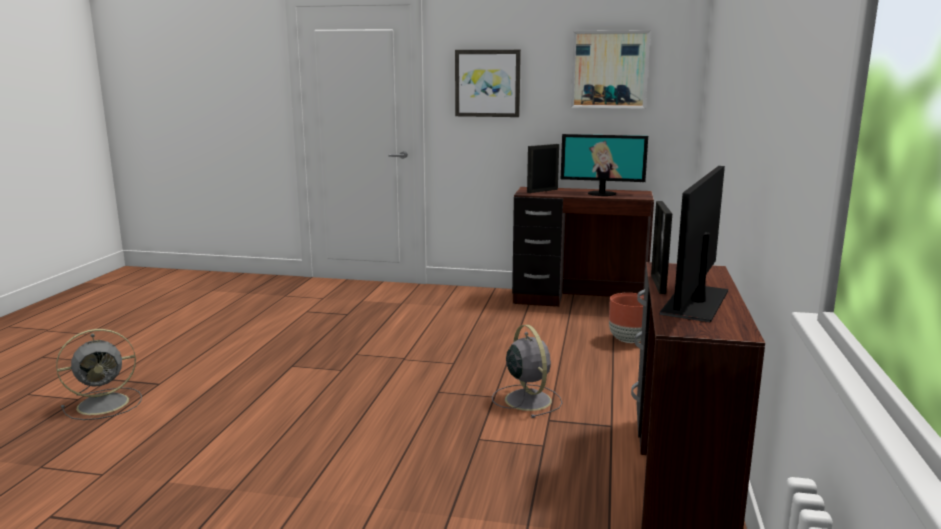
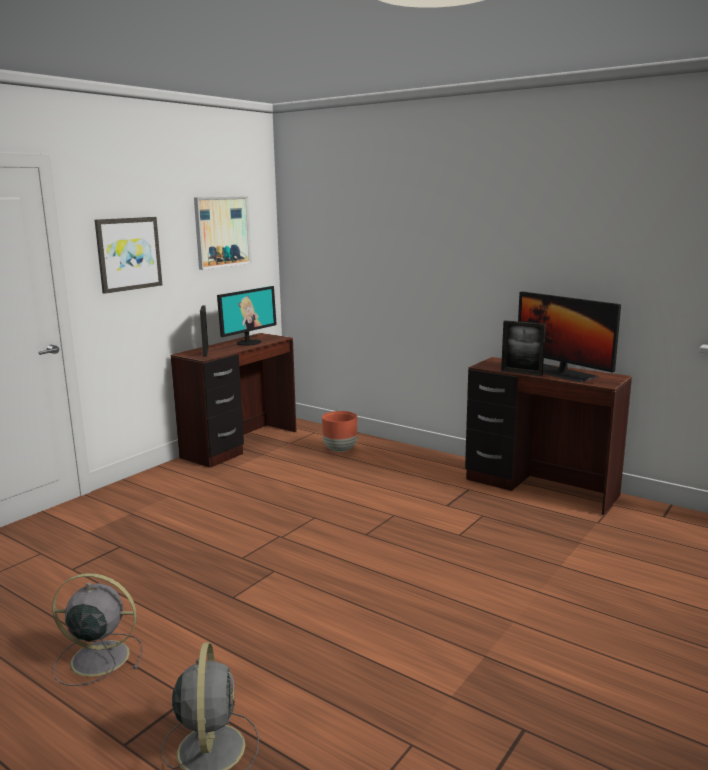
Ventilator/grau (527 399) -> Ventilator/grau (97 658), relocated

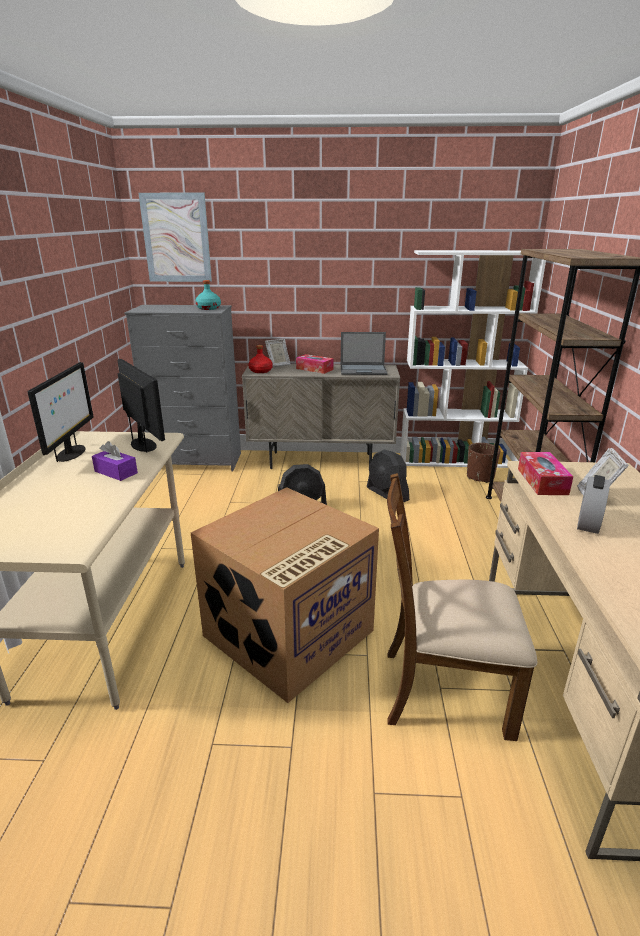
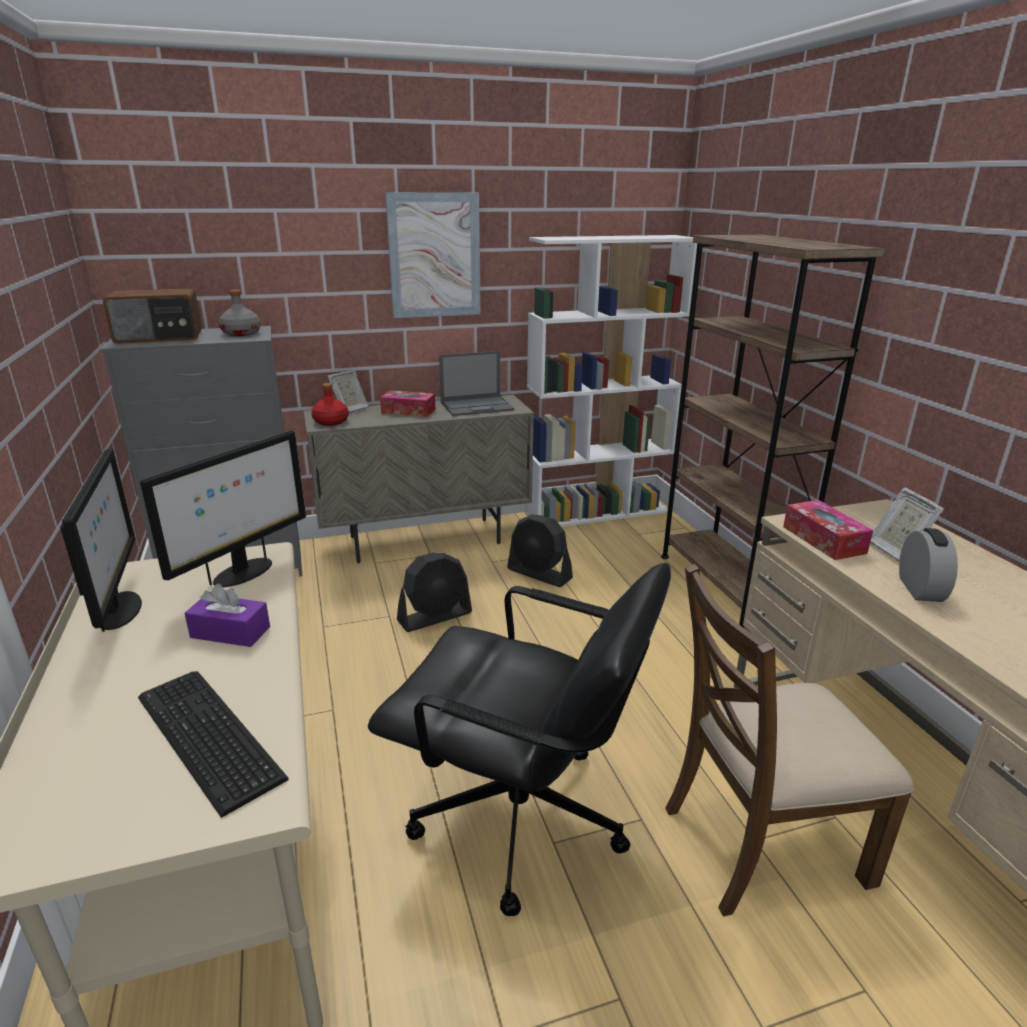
Bild (176 238) -> Bild (434 256), relocated
Flasche/türkis (209 308) -> Flasche/grau (242 333)
Monitor (144 445) -> Monitor (242 573), 90 degrees clockwise
Pflanzkübel/braun (480 477) -> none
Karton (288 635) -> Bürostuhl/schwarz (521 819)
none -> Radio (159 337)
none -> Tastatur (205 739)

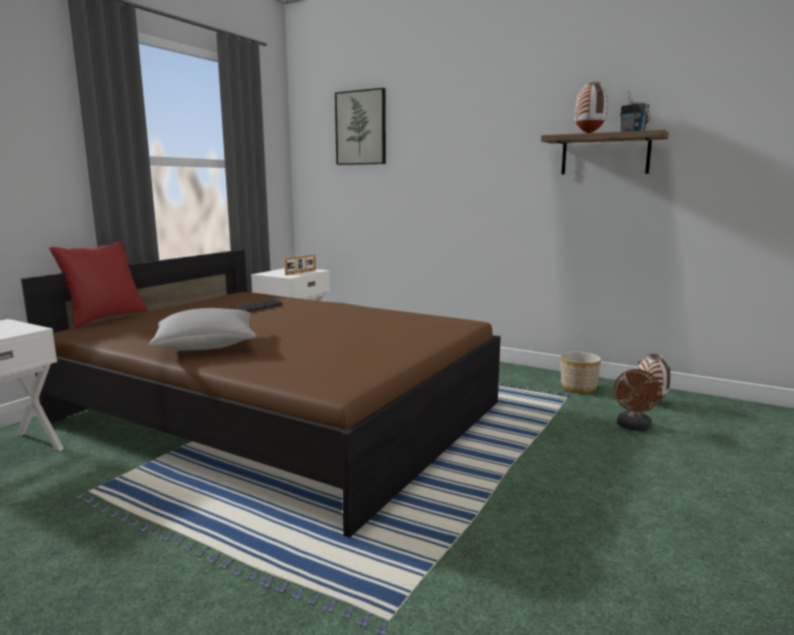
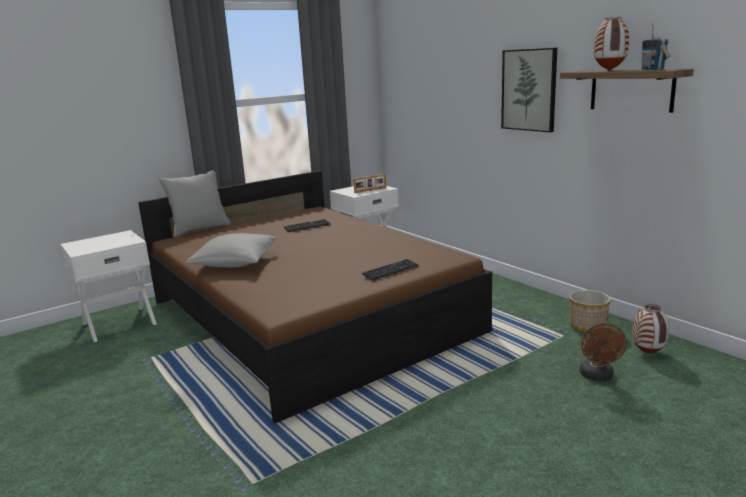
Bild (361 128) -> Bild (529 90), relocated
Kissen/rot (105 318) -> Kissen/grau (199 229)
Ventilator/braun (633 427) -> Ventilator/braun (598 376), 45 degrees counterclockwise
none -> Tastatur (390 271)

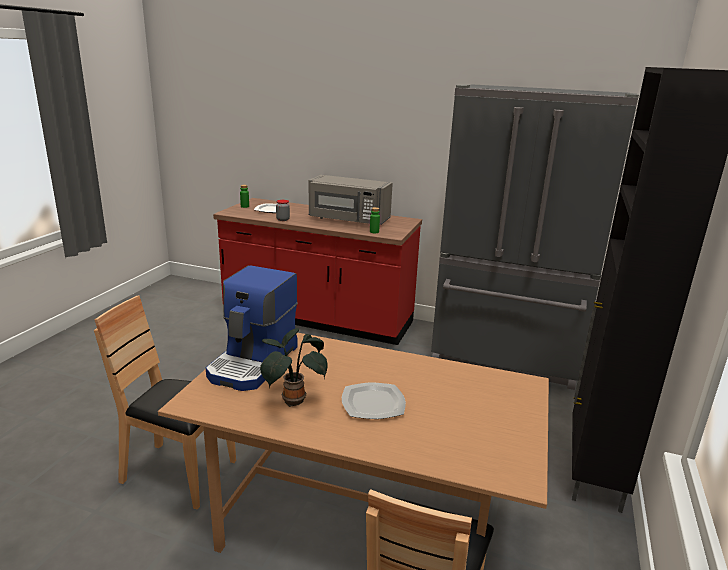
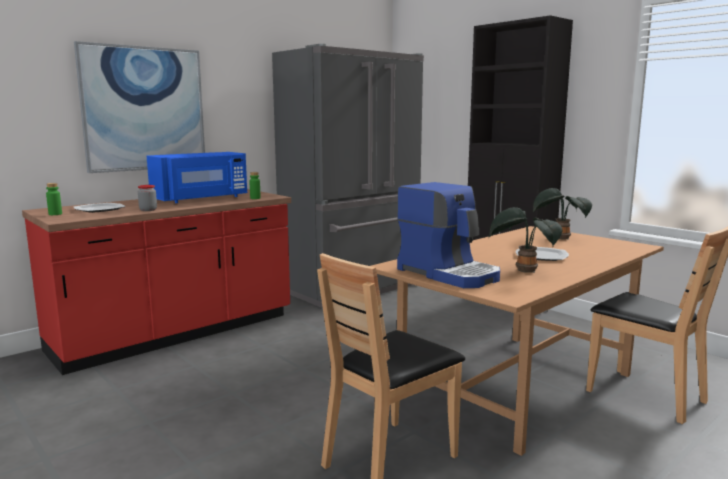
Mikrowelle/grau (348 220) -> Mikrowelle/blau (202 199)
none -> Bild (144 109)
none -> Topfpflanze (559 238)

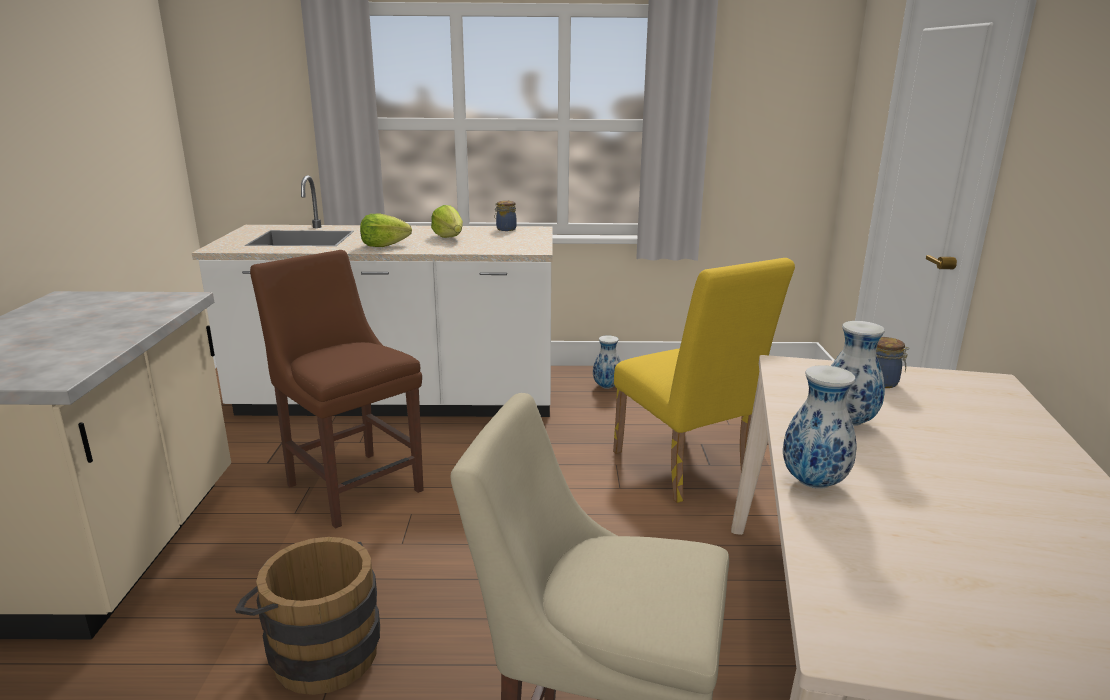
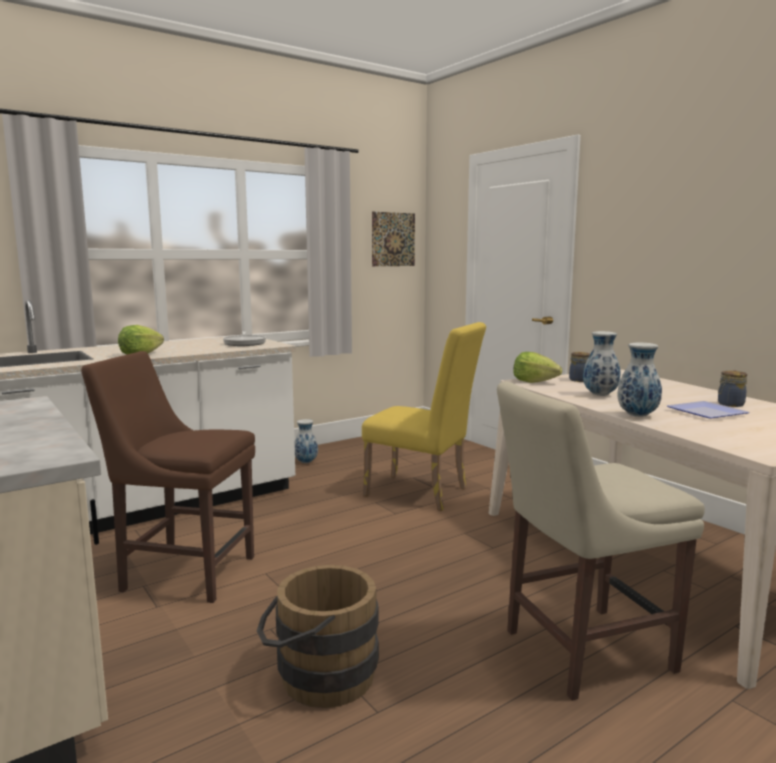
Vorratsglas (505 229) -> Vorratsglas (729 404), relocated
Salatkopf (449 237) -> Salatkopf (534 381), relocated
none -> Bild (393 239)
none -> Pfanne (245 343)
none -> Teller (703 412)

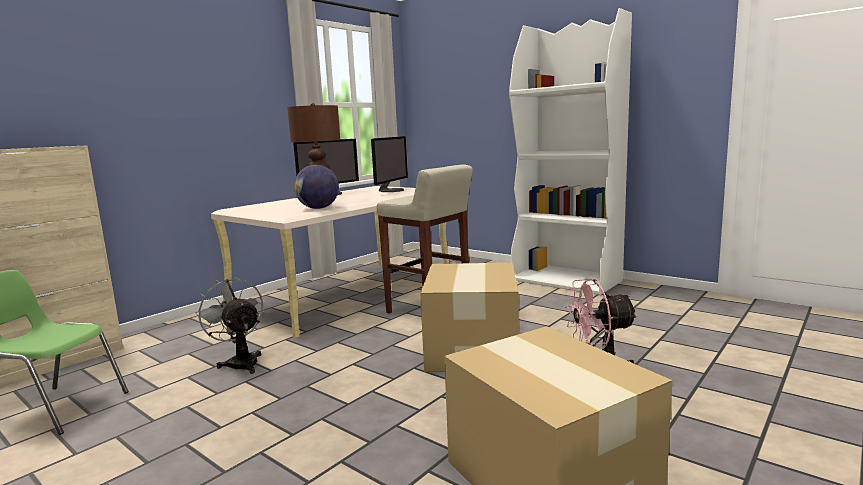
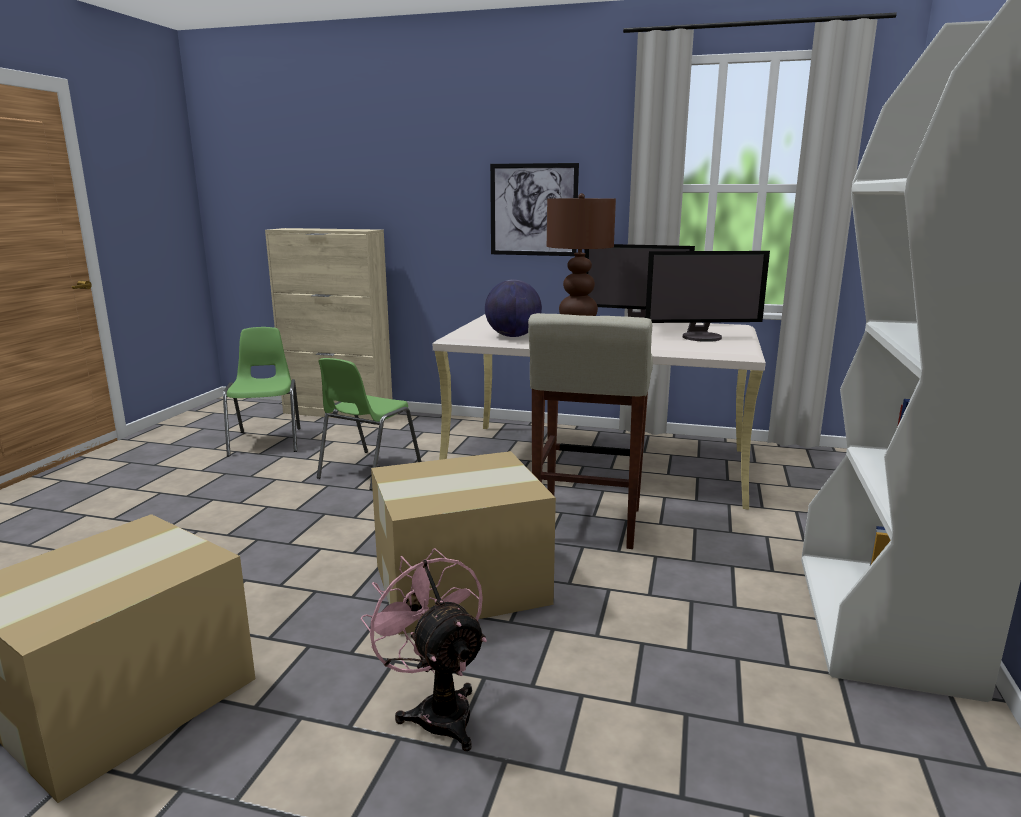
Ventilator/grau (240 362) -> Stuhl/grün (368 470)
none -> Bild (533 210)

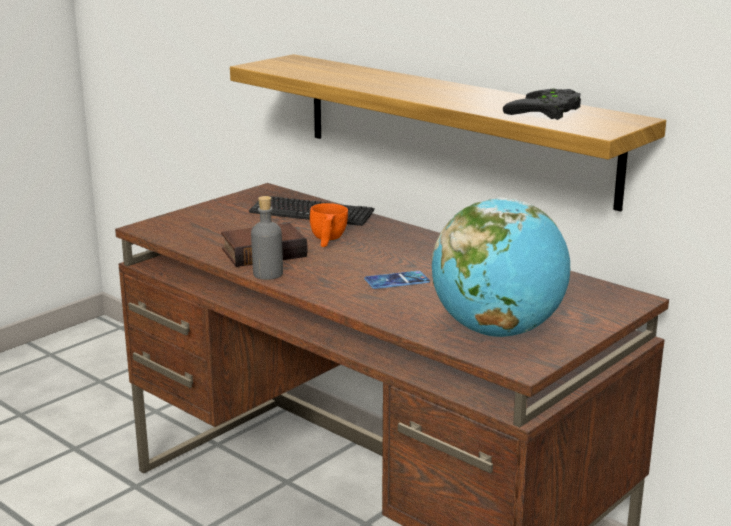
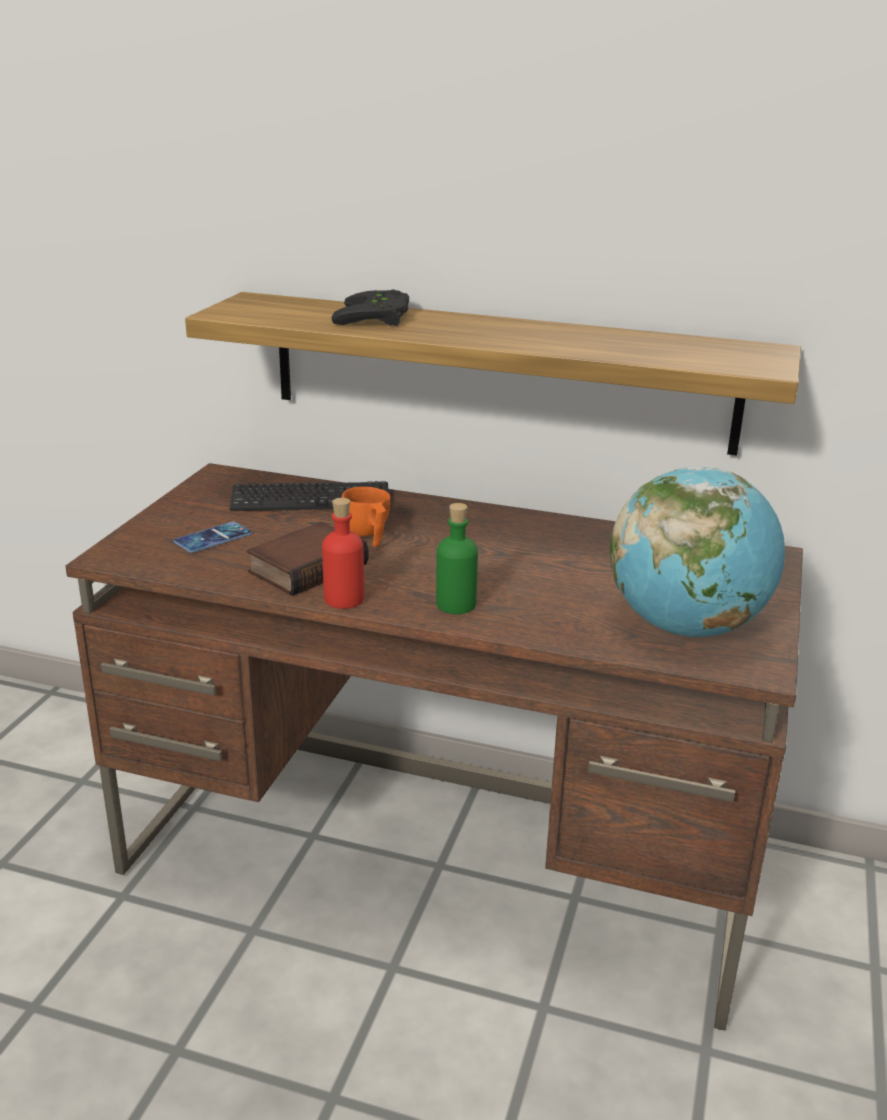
Gamepad/schwarz (548 111) -> Gamepad/schwarz (378 317), relocated
Flasche/grau (268 274) -> Flasche/rot (344 599)
Handy (397 280) -> Handy (213 538), relocated
none -> Flasche/grün (456 604)

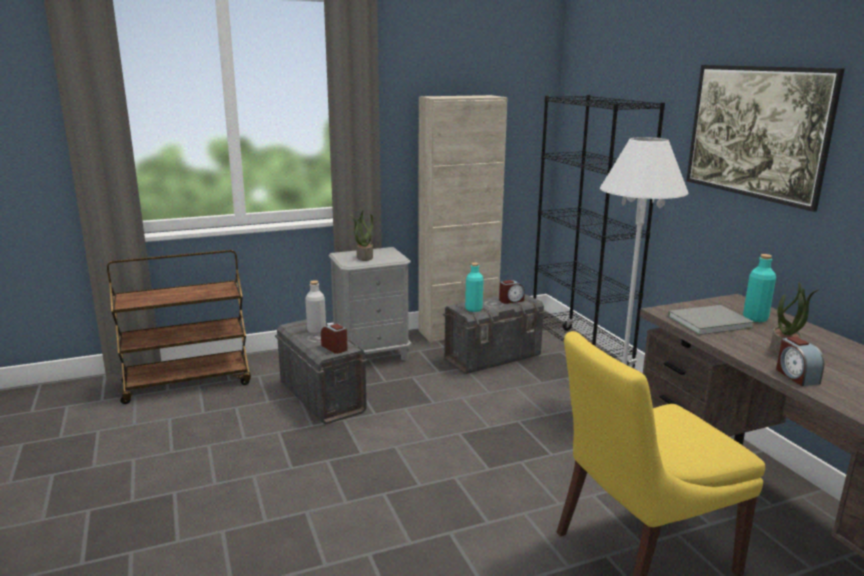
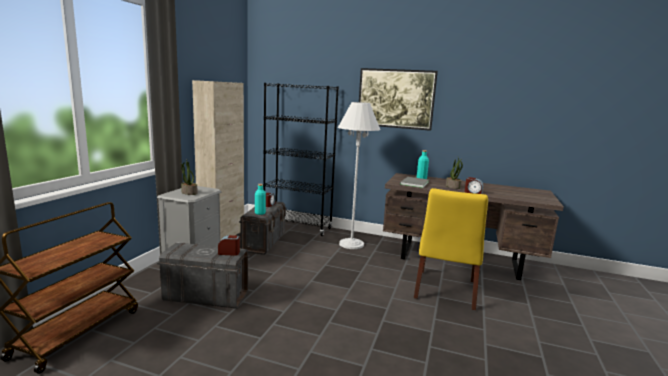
Flasche/grau (316 331) -> none

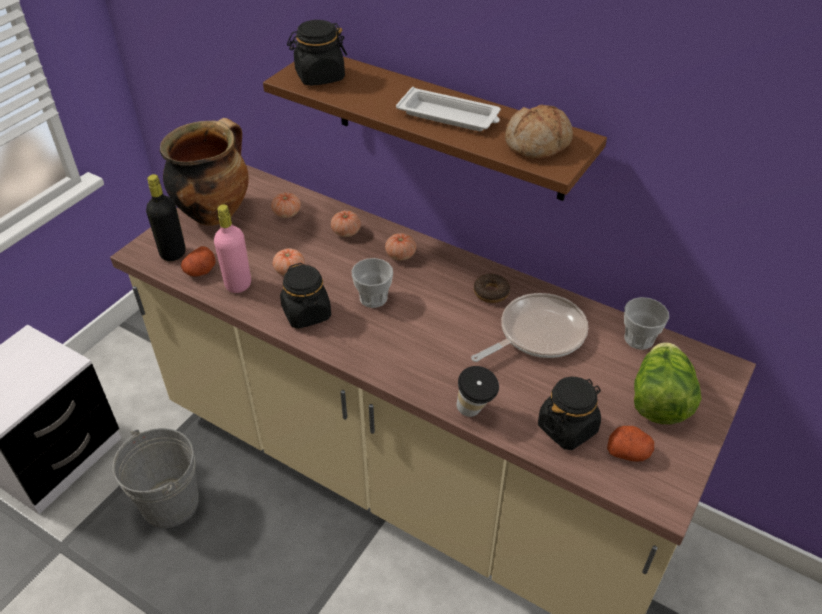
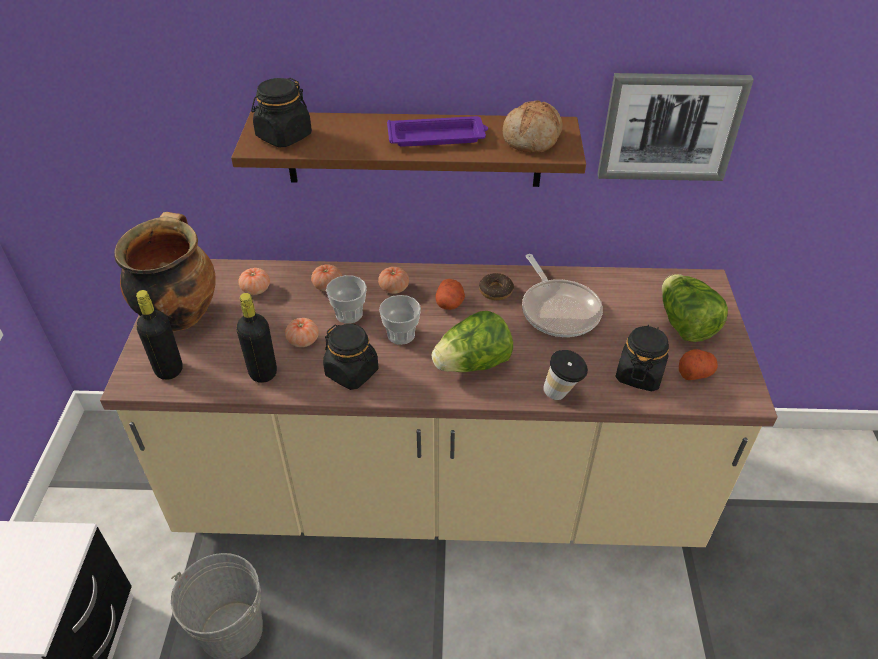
Tablett/weiß (450 116) -> Tablett/lila (438 137)
Flasche/rosa (238 284) -> Flasche/schwarz (263 372)
Kartoffel (200 271) -> Kartoffel (450 303), relocated
Pfanne (537 334) -> Pfanne (558 310), 135 degrees clockwise
Tasse (639 339) -> Tasse (349 314), relocated
none -> Bild (670 127)
none -> Salatkopf (473 364)

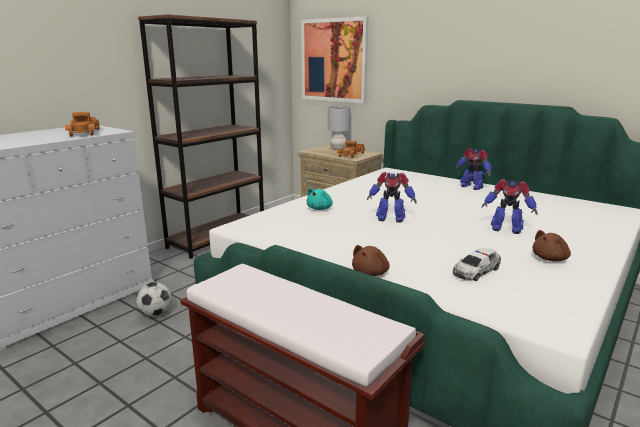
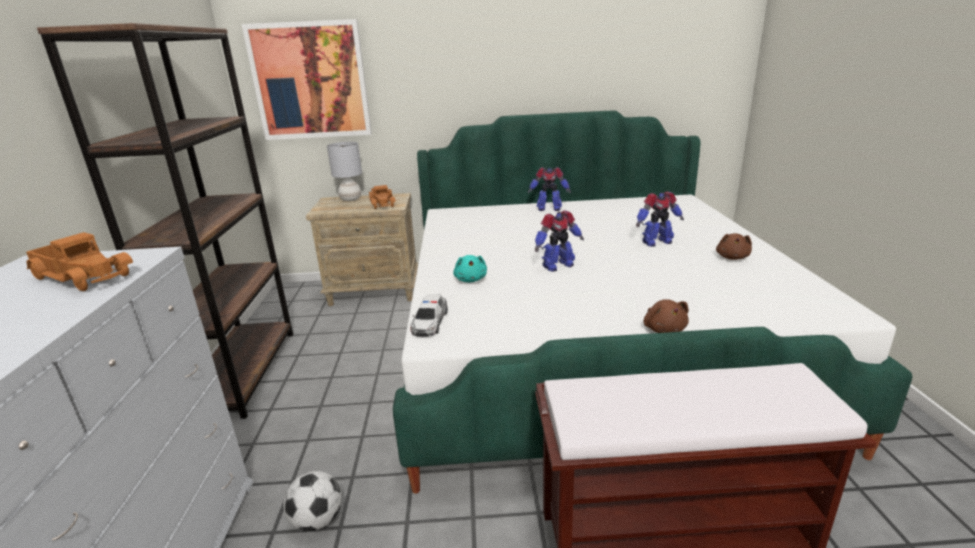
Spielzeugauto (476 271) -> Spielzeugauto (429 322), relocated

